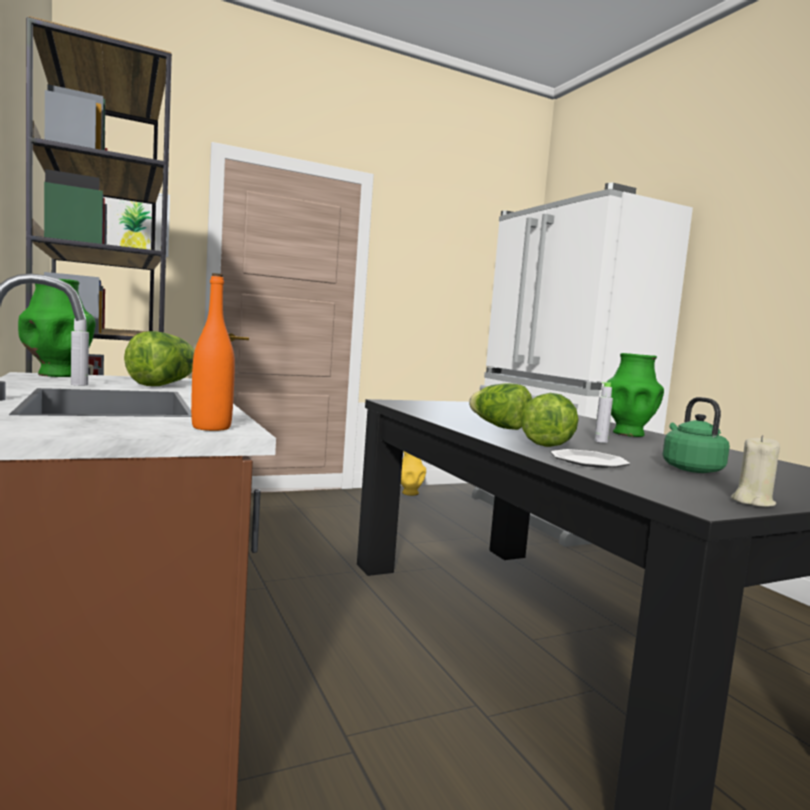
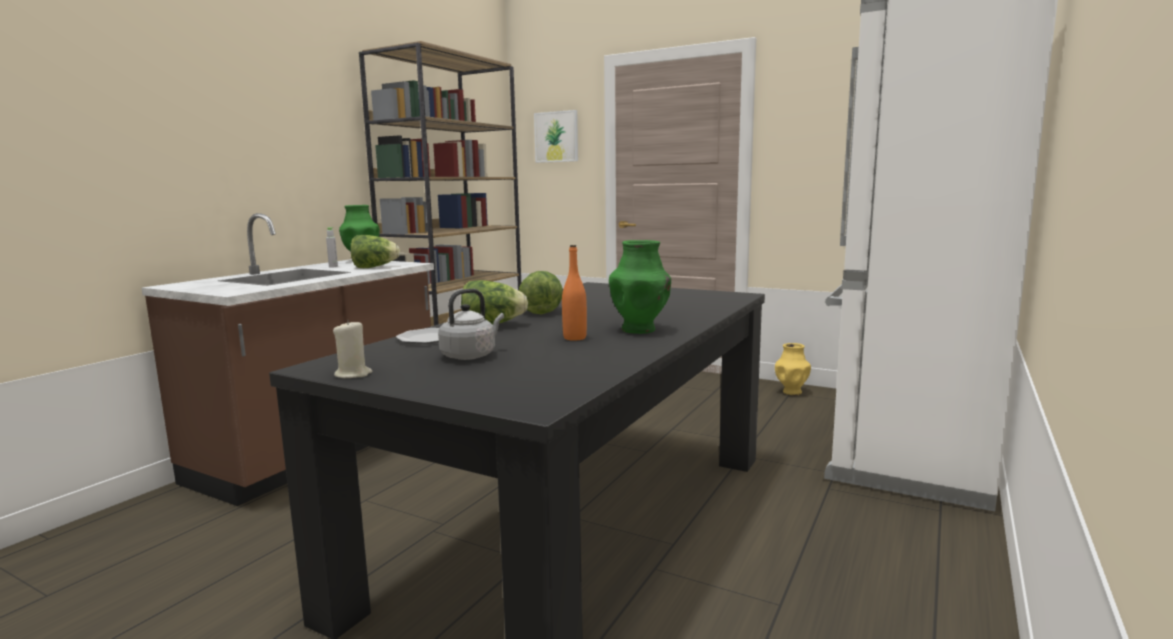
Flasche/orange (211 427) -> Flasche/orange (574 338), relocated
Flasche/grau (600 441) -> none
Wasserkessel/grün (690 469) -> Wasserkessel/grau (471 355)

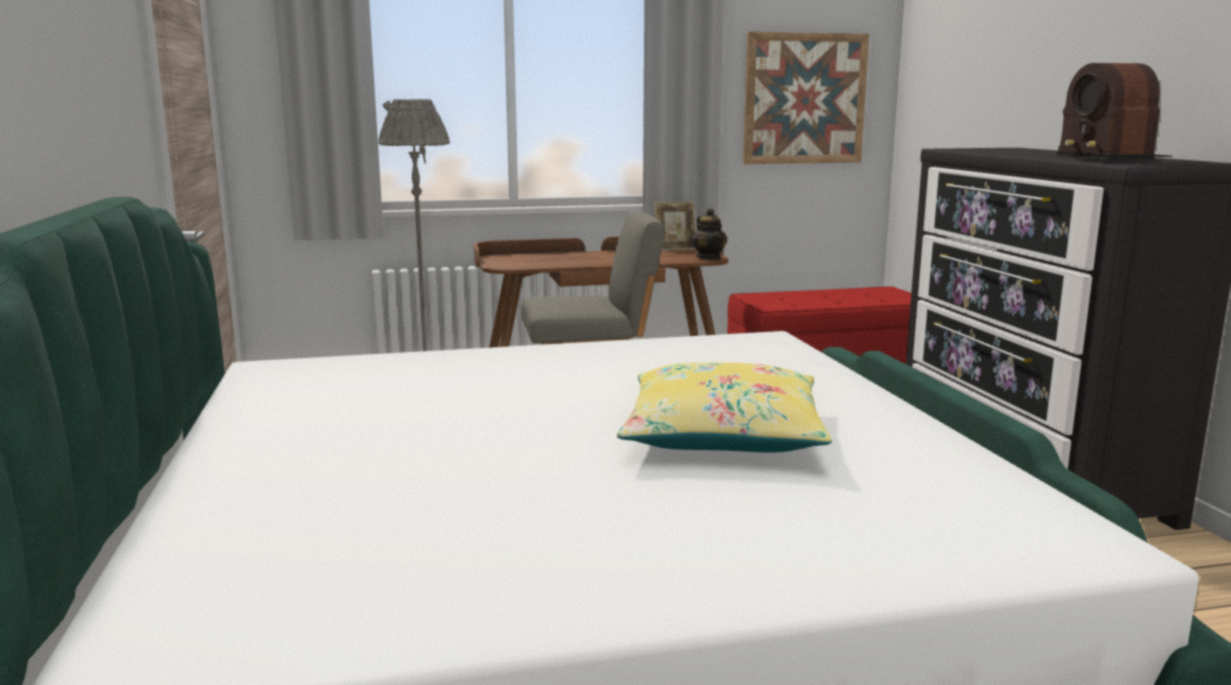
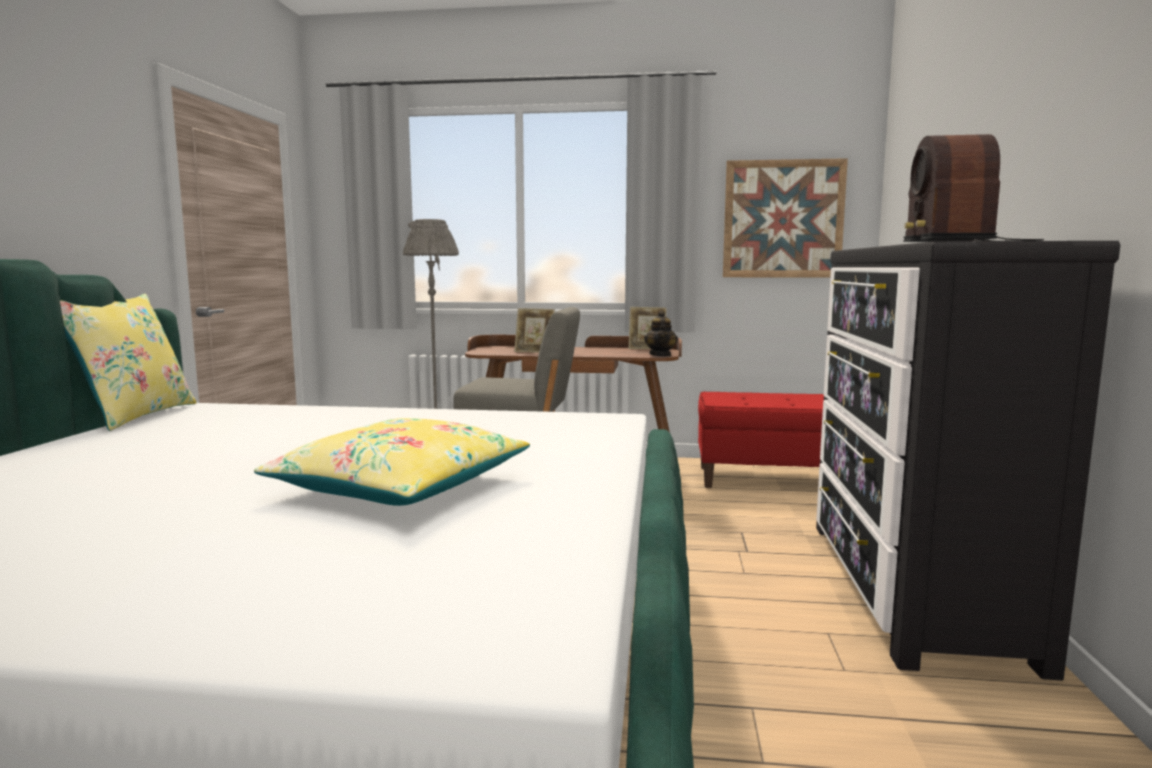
none -> Kissen/gelb (135 416)
none -> Bilderrahmen (534 351)

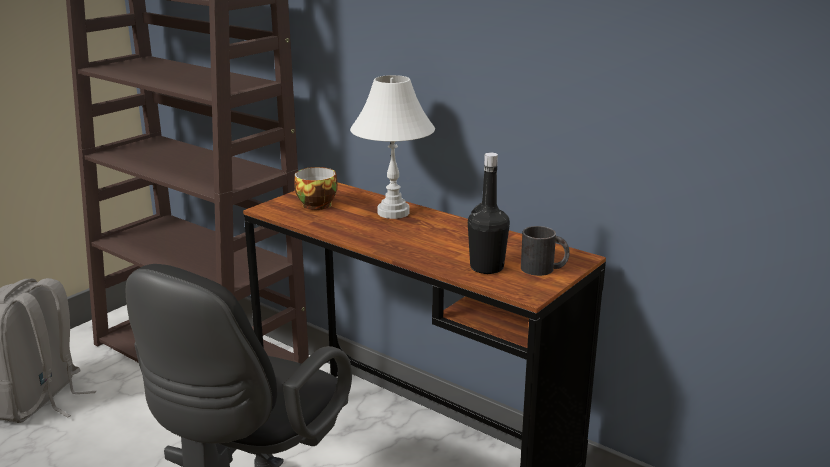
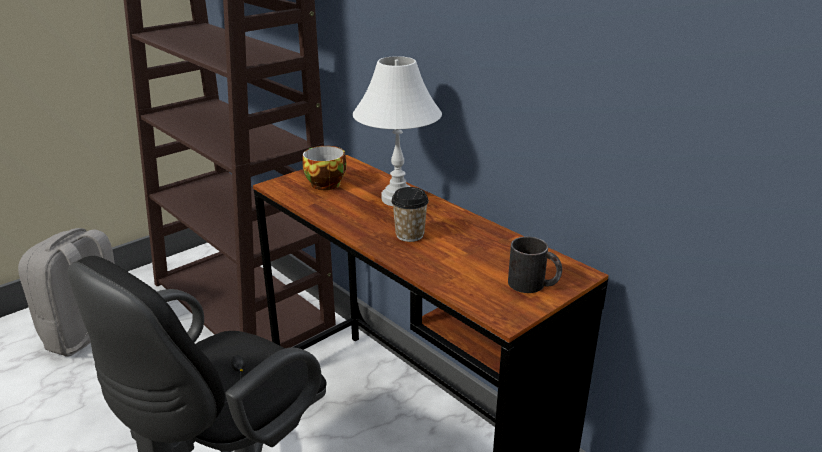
Flasche/schwarz (486 267) -> none
none -> Tasse (410 235)

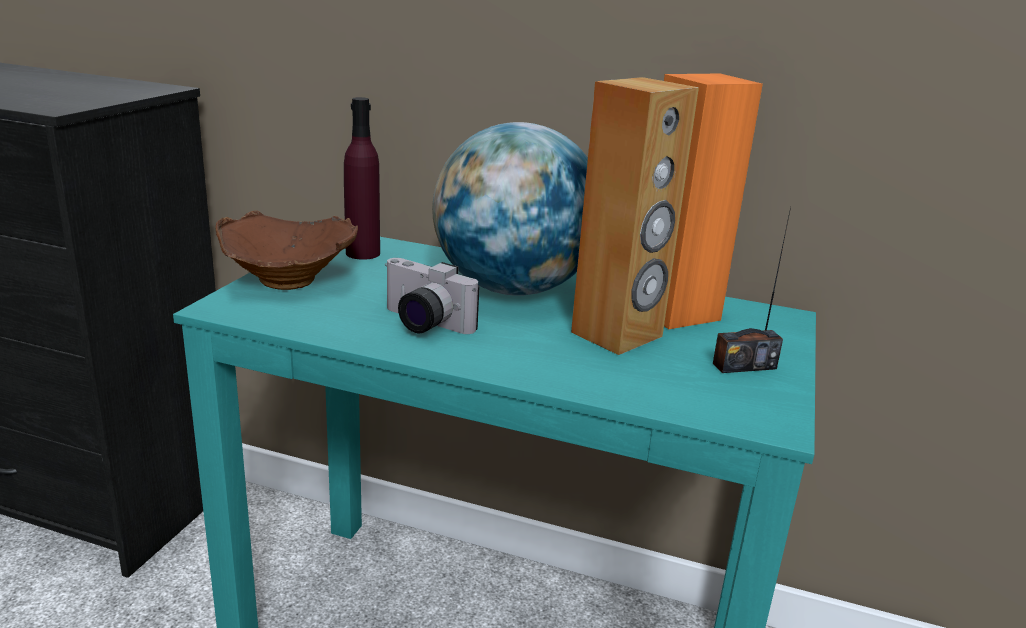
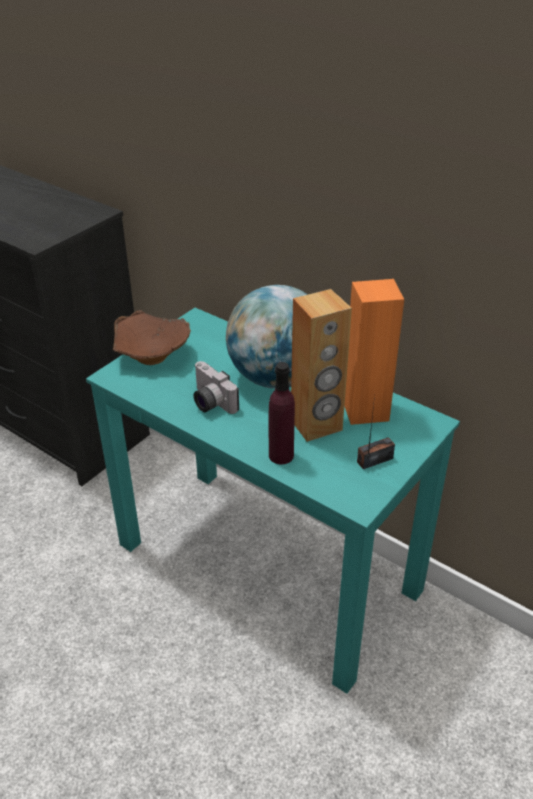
Flasche/lila (363 253) -> Flasche/lila (281 455), relocated
Radio (744 366) -> Radio (375 460), 150 degrees clockwise

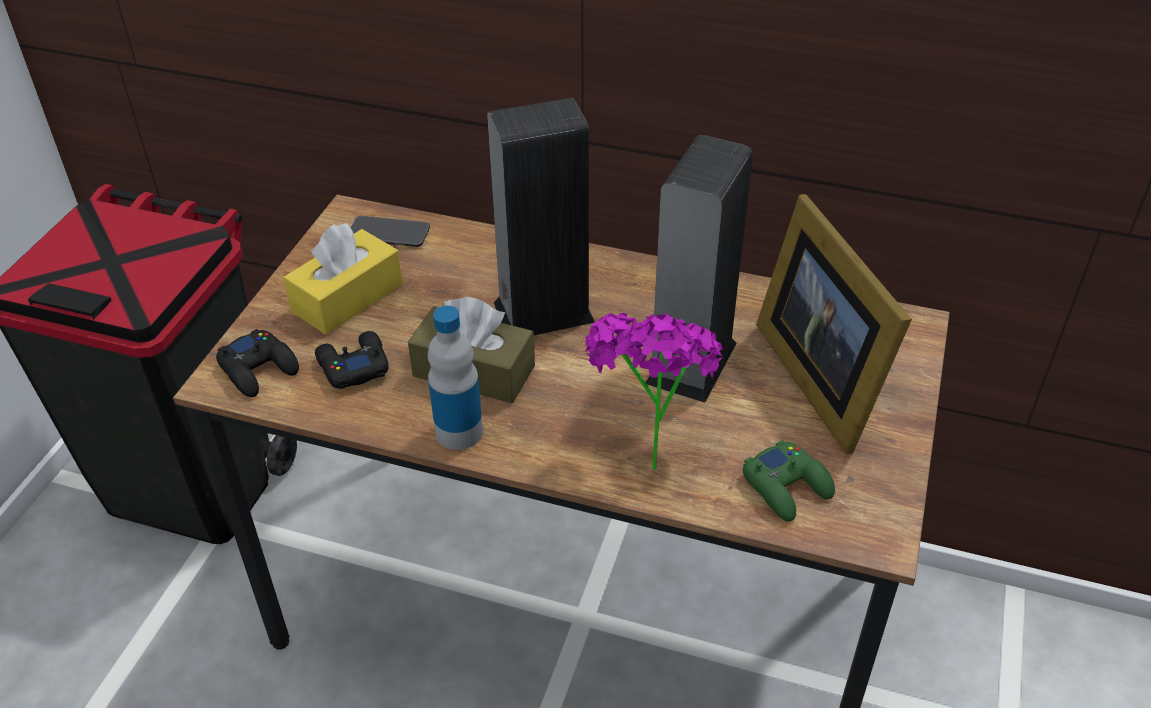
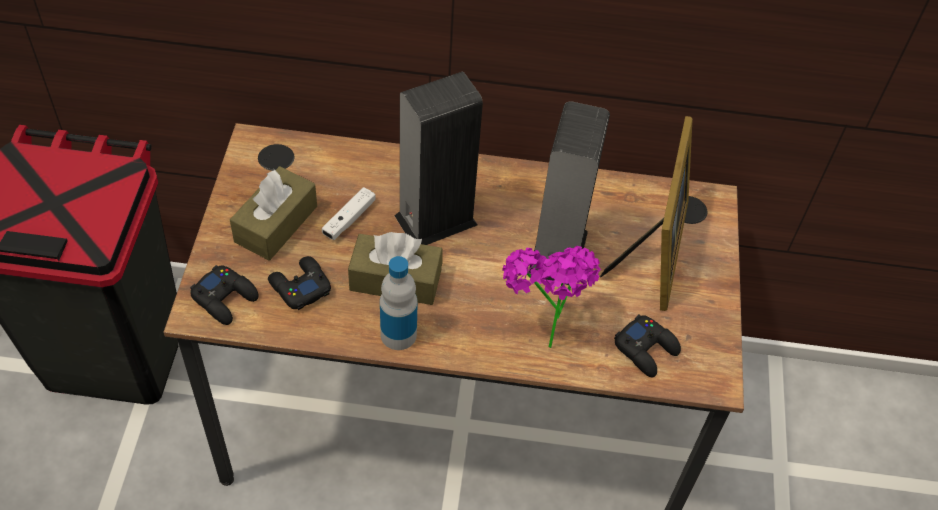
Bilderrahmen (821 375) -> Bilderrahmen (654 253), 135 degrees counterclockwise
Handy (388 233) -> none
Taschentuchbox/gelb (347 297) -> Taschentuchbox/braun (276 224)
Gamepad/grün (787 487) -> Gamepad/schwarz (646 349)
none -> Gamepad/weiß (349 219)

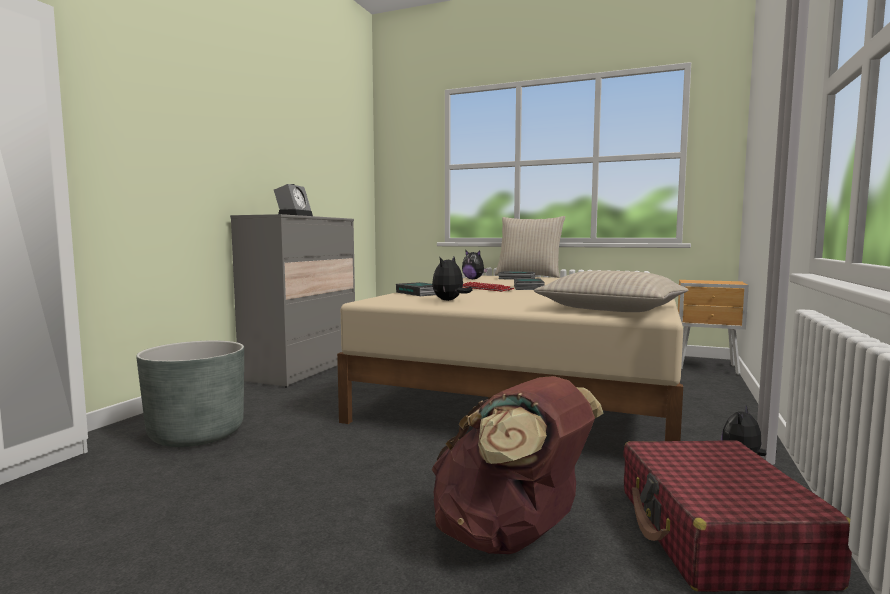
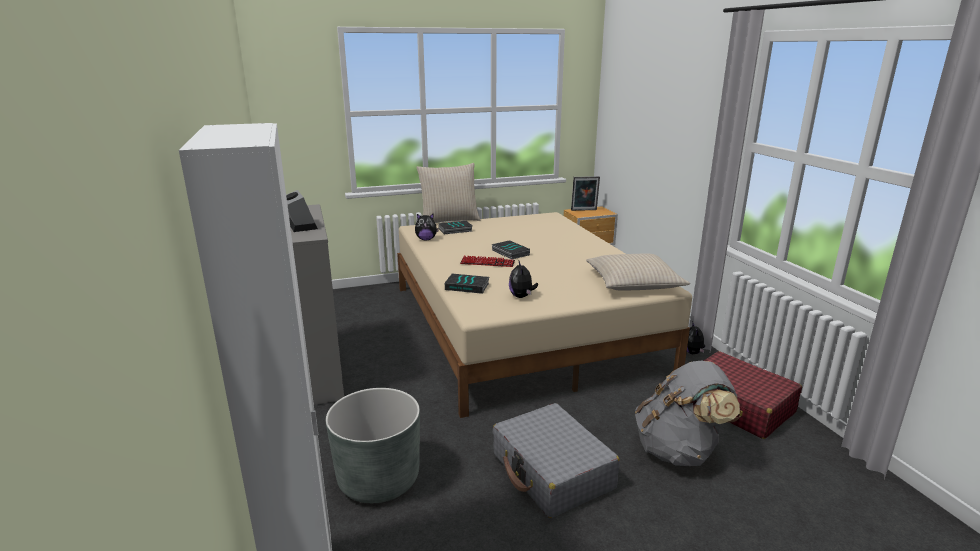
Rucksack/braun (510 537) -> Rucksack/grau (679 450)
none -> Bilderrahmen (584 210)
none -> Koffer/grau (552 471)

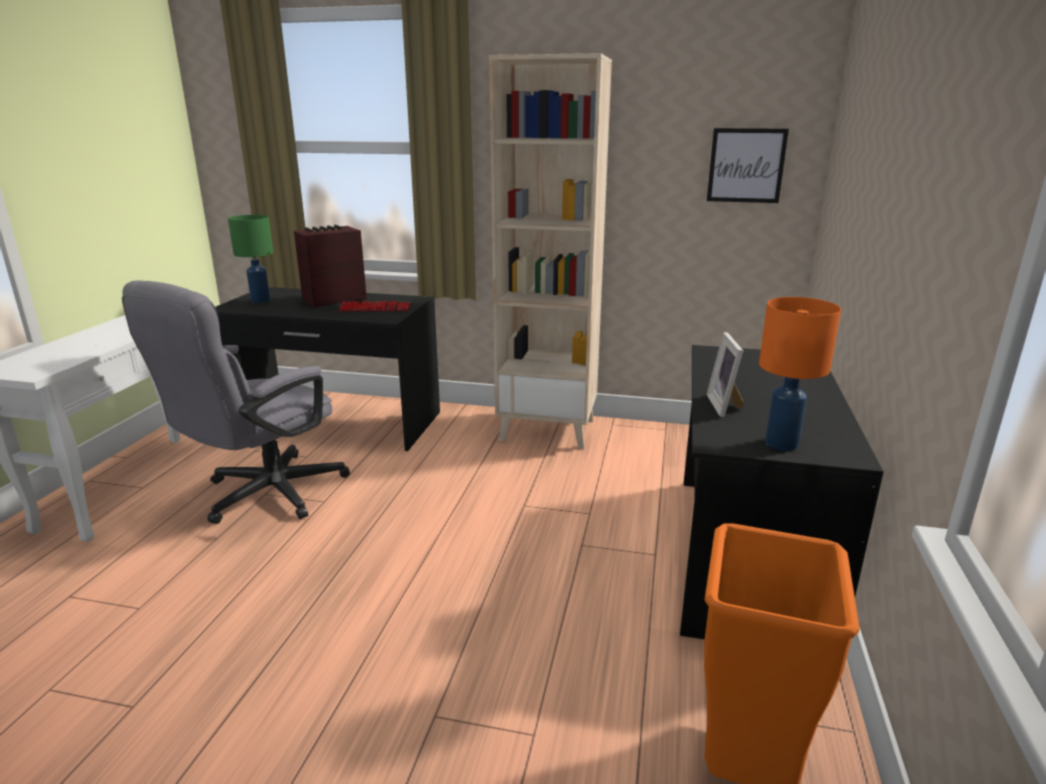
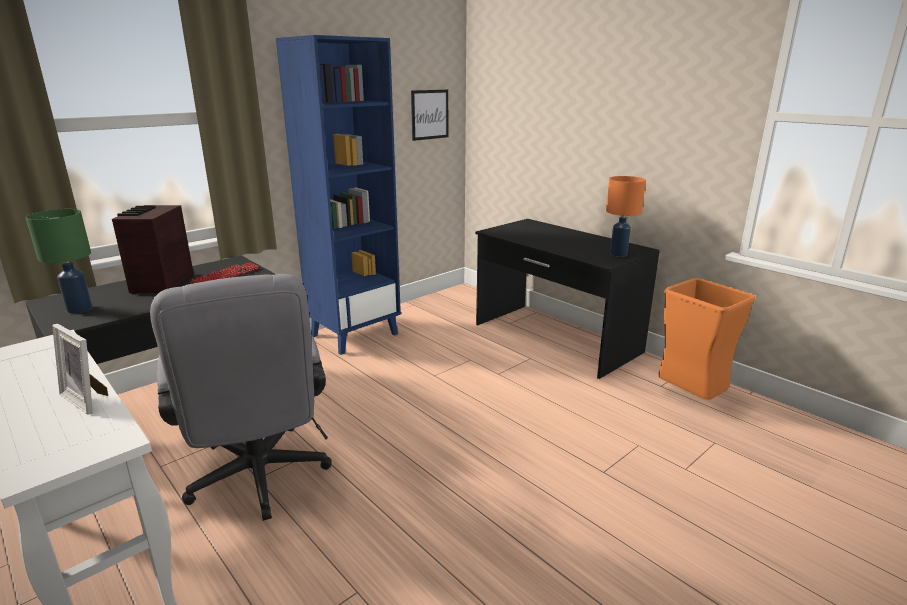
Bücherregal/beige (548 429) -> Bücherregal/blau (355 334)
Bilderrahmen (725 406) -> Bilderrahmen (88 399), relocated

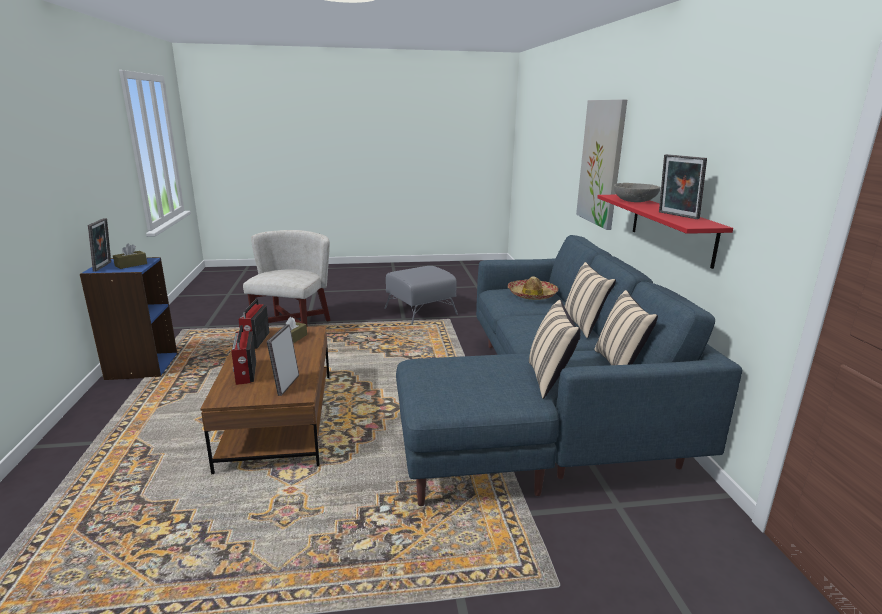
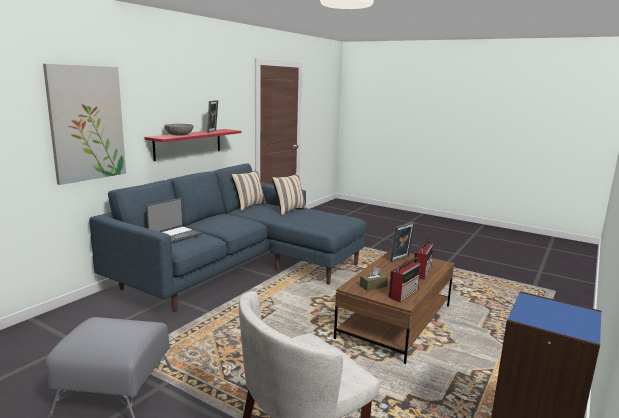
Bilderrahmen (104 266) -> none
Taschentuchbox/braun (131 265) -> none
Kissen/beige (584 325) -> none
Hut (531 295) -> Laptop (174 236)

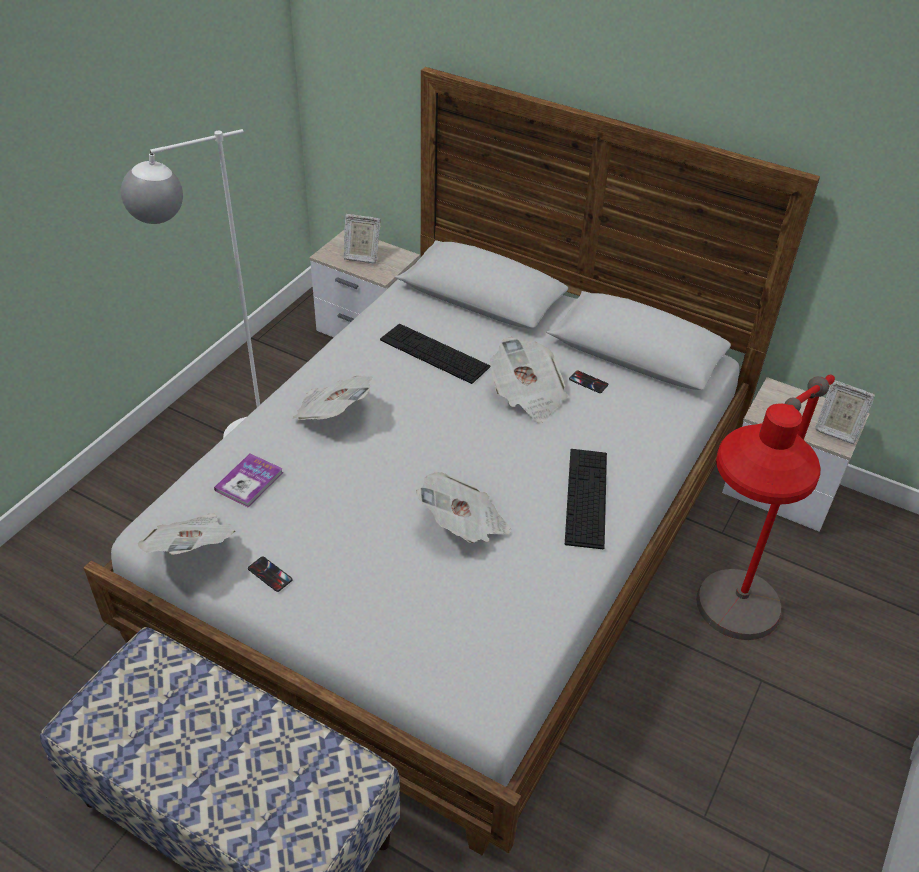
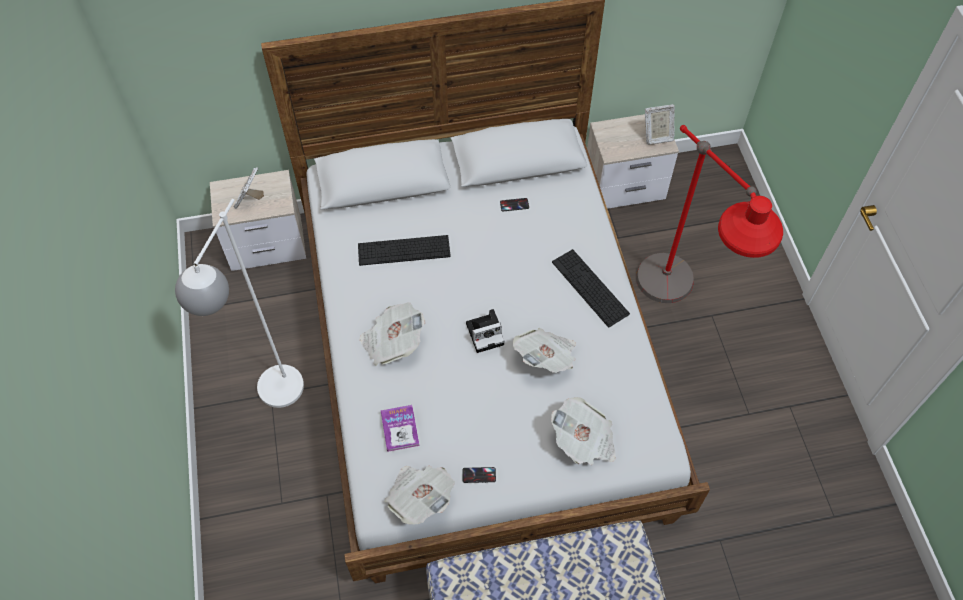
Bilderrahmen (361 256) -> Bilderrahmen (249 199), 135 degrees clockwise
Zeitung (527 396) -> Zeitung (584 441), relocated
none -> Kamera (486 333)

